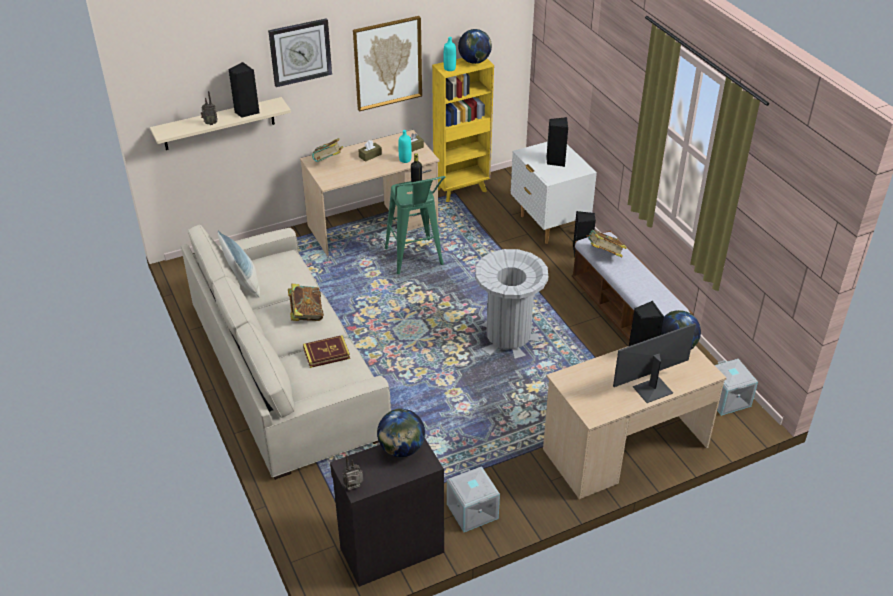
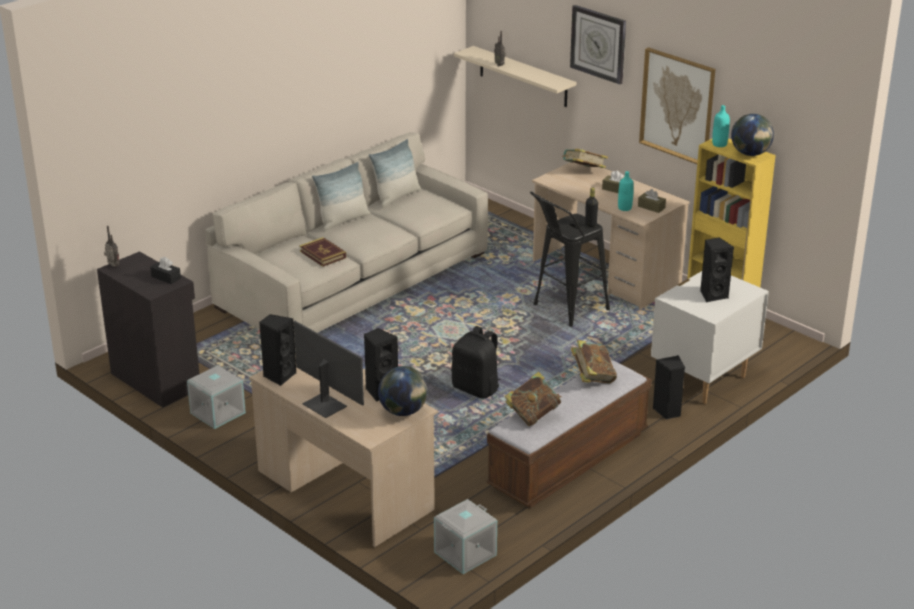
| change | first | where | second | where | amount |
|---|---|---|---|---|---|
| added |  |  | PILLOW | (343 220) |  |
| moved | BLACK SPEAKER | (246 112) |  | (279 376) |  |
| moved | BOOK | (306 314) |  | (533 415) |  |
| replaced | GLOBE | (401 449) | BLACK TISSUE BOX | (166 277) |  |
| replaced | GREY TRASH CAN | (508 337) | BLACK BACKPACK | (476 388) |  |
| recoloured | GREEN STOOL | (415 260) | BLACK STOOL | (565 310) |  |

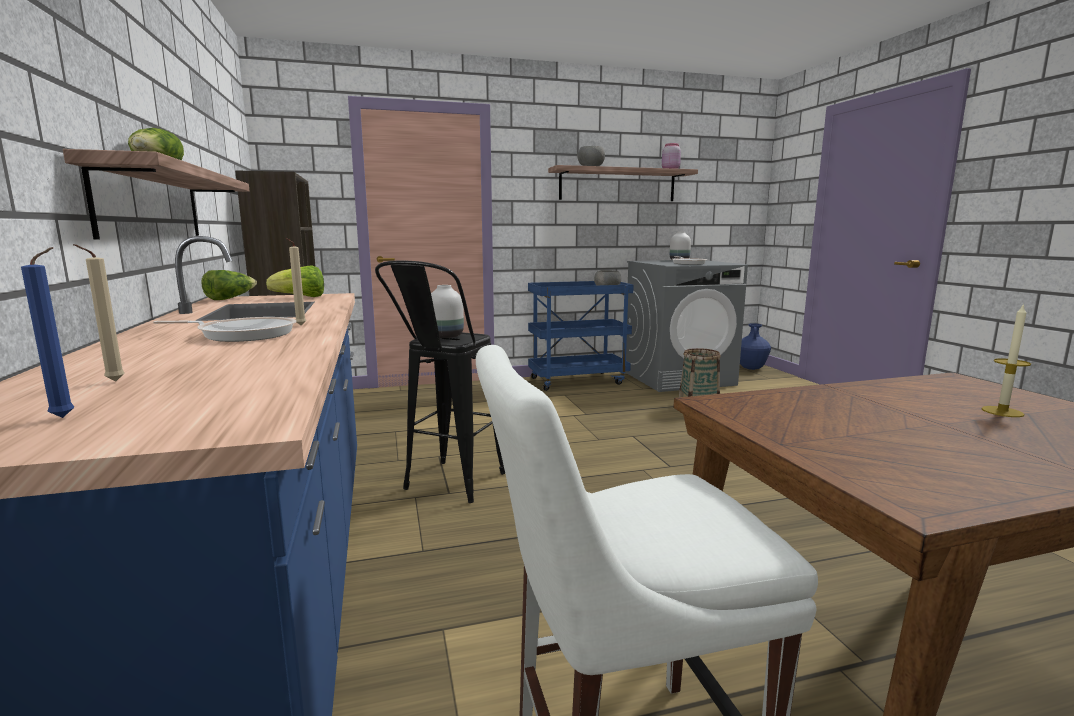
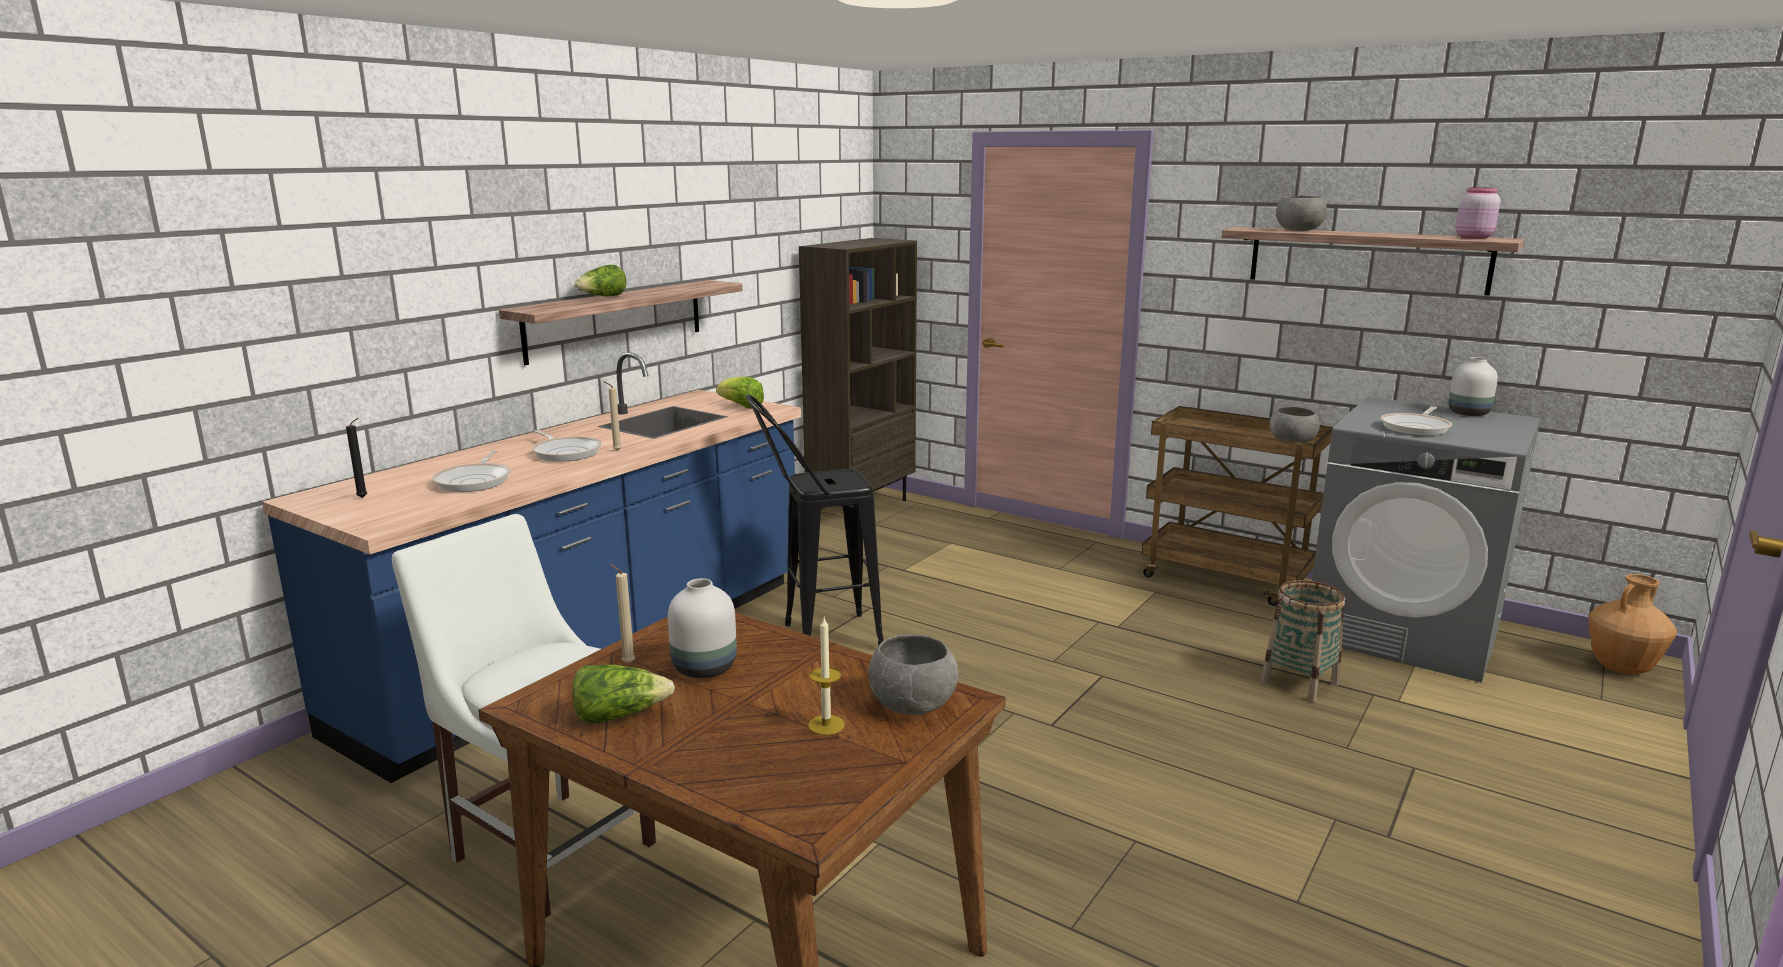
| change | first | where | second | where | amount |
|---|---|---|---|---|---|
| added |  |  | FRYING PAN | (475 481) |  |
| added |  |  | GREY BOWL | (913 705) |  |
| moved | BEIGE CANDLE | (112 381) |  | (626 663) |  |
| moved | LETTUCE | (230 298) |  | (620 715) |  |
| moved | WHITE VASE | (445 336) |  | (703 668) |  |
| recoloured | BLUE CANDLE | (67 417) | BLACK CANDLE | (364 498) |  |
| recoloured | BLUE CART | (578 381) | BROWN CART | (1227 579) |  |
| recoloured | BLUE VASE | (751 368) | BROWN VASE | (1621 668) |  |

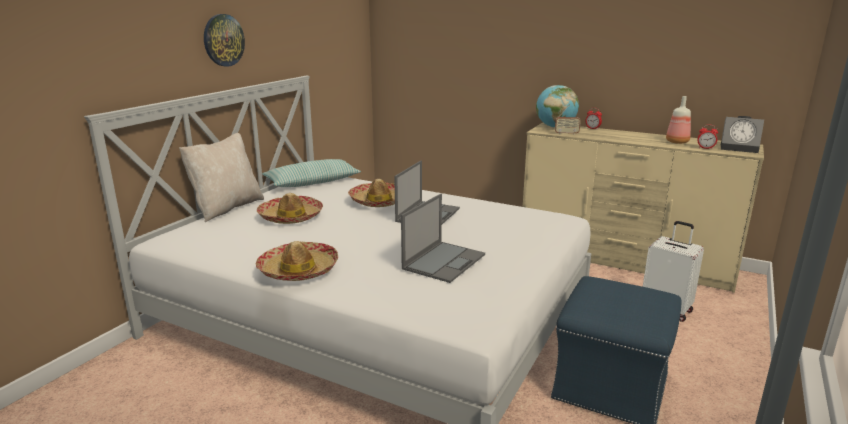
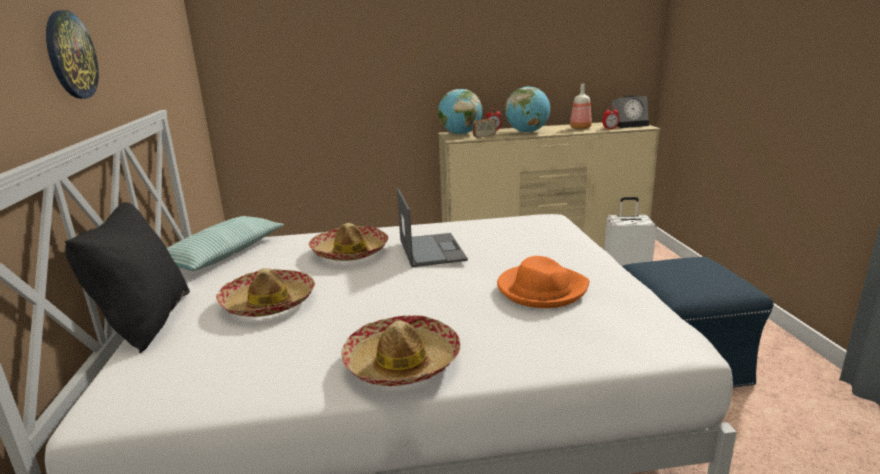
| change | first | where | second | where | amount |
|---|---|---|---|---|---|
| added |  |  | GLOBE | (527 132) |  |
| replaced | LAPTOP | (444 261) | ORANGE HAT | (541 289) |  |
| recoloured | BEIGE PILLOW | (226 208) | BLACK PILLOW | (145 322) |  |

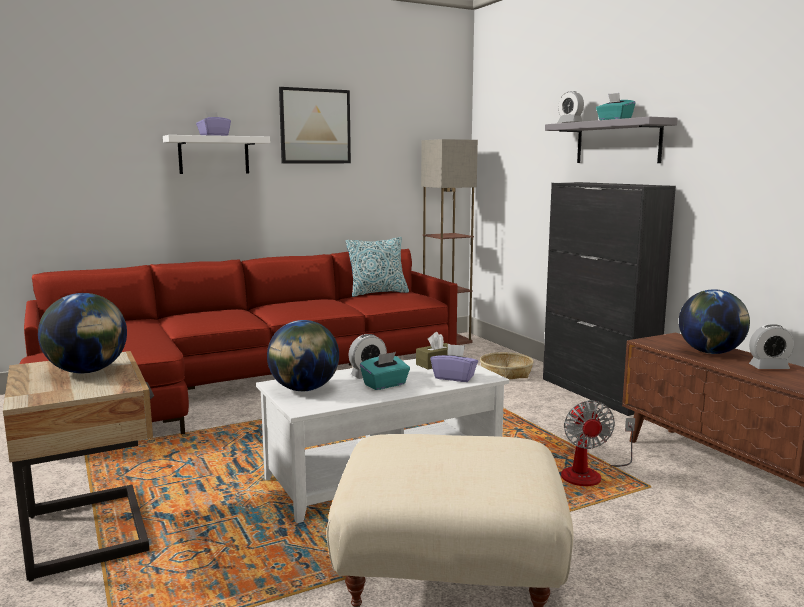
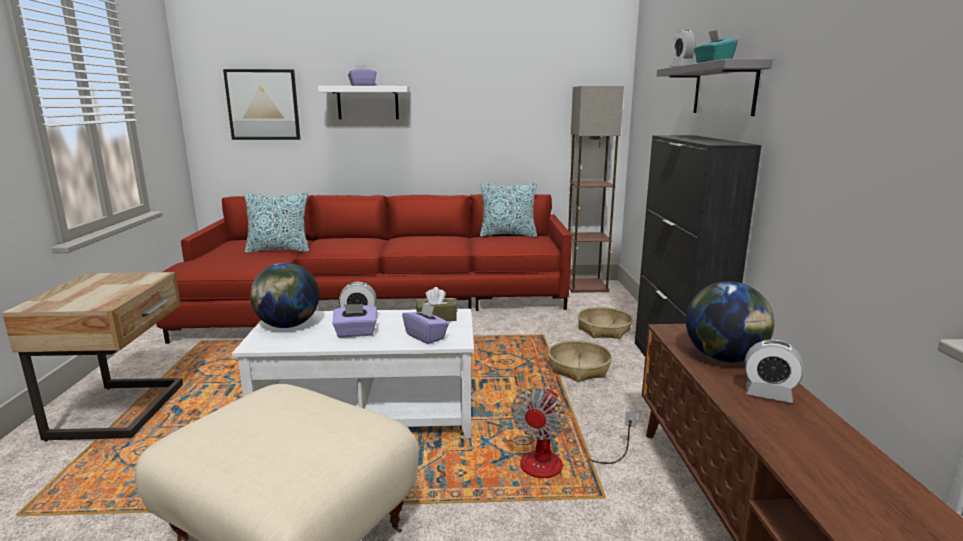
| change | first | where | second | where | amount |
|---|---|---|---|---|---|
| removed | GLOBE | (87 371) |  |  |  |
| added |  |  | PILLOW | (279 250) |  |
| added |  |  | BASKET | (579 369) |  |
| moved | PICTURE | (315 126) |  | (263 105) |  |
| recoloured | TURQUOISE TISSUE BOX | (385 385) | PURPLE TISSUE BOX | (356 333) |  |

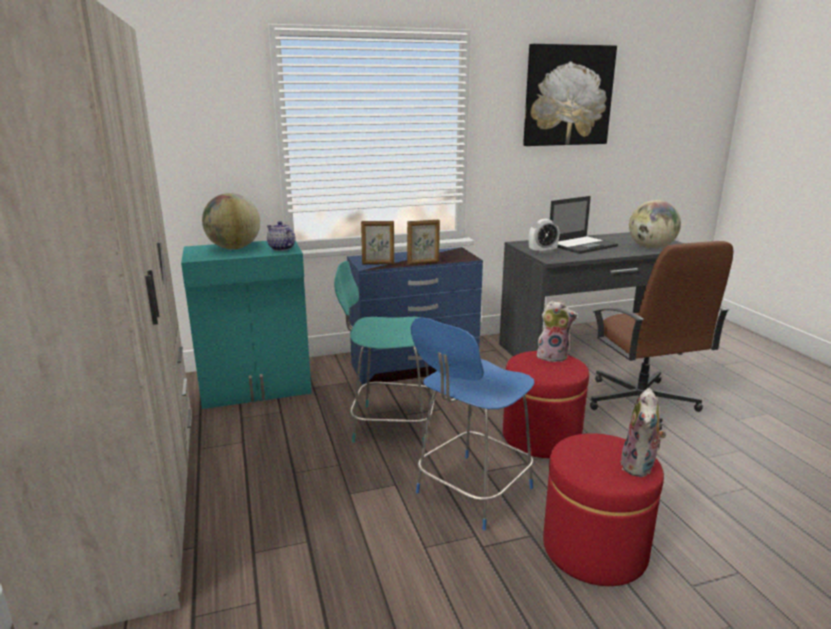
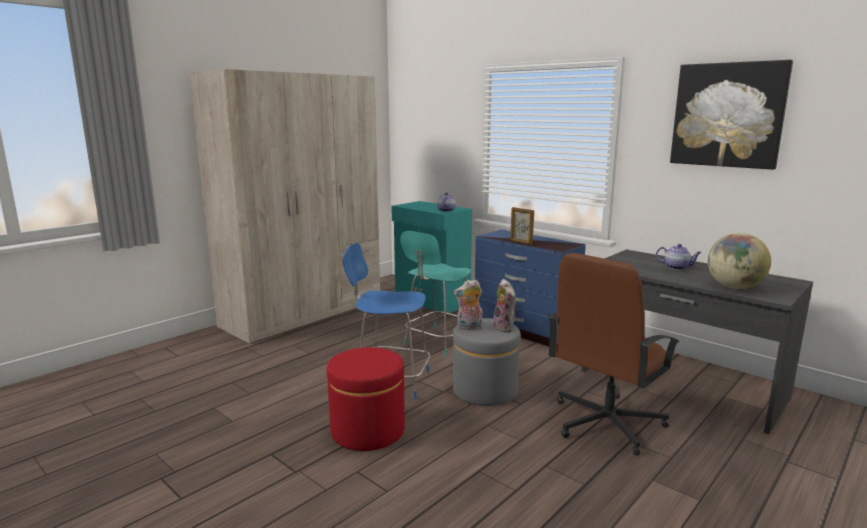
| change | first | where | second | where | amount |
|---|---|---|---|---|---|
| removed | GLOBE | (234 248) |  |  |  |
| removed | PICTURE FRAME | (378 264) |  |  |  |
| removed | ALARM CLOCK | (542 251) |  |  |  |
| moved | PLUSH TOY | (640 467) |  | (469 328) |  |
| replaced | LAPTOP | (582 245) | TEAPOT | (677 267) |  |
| recoloured | RED OTTOMAN | (541 437) | GREY OTTOMAN | (485 390) |  |
| turned | TURQUOISE CHAIR | (390 425) |  | (438 342) | 120 degrees counterclockwise |

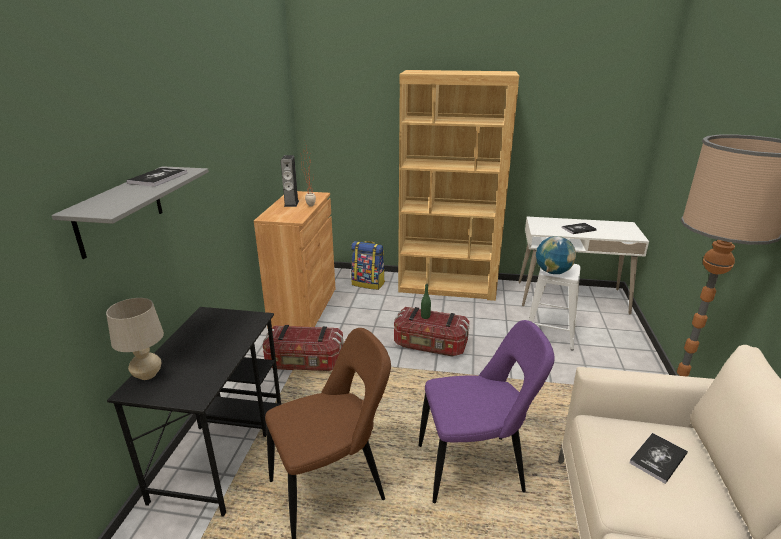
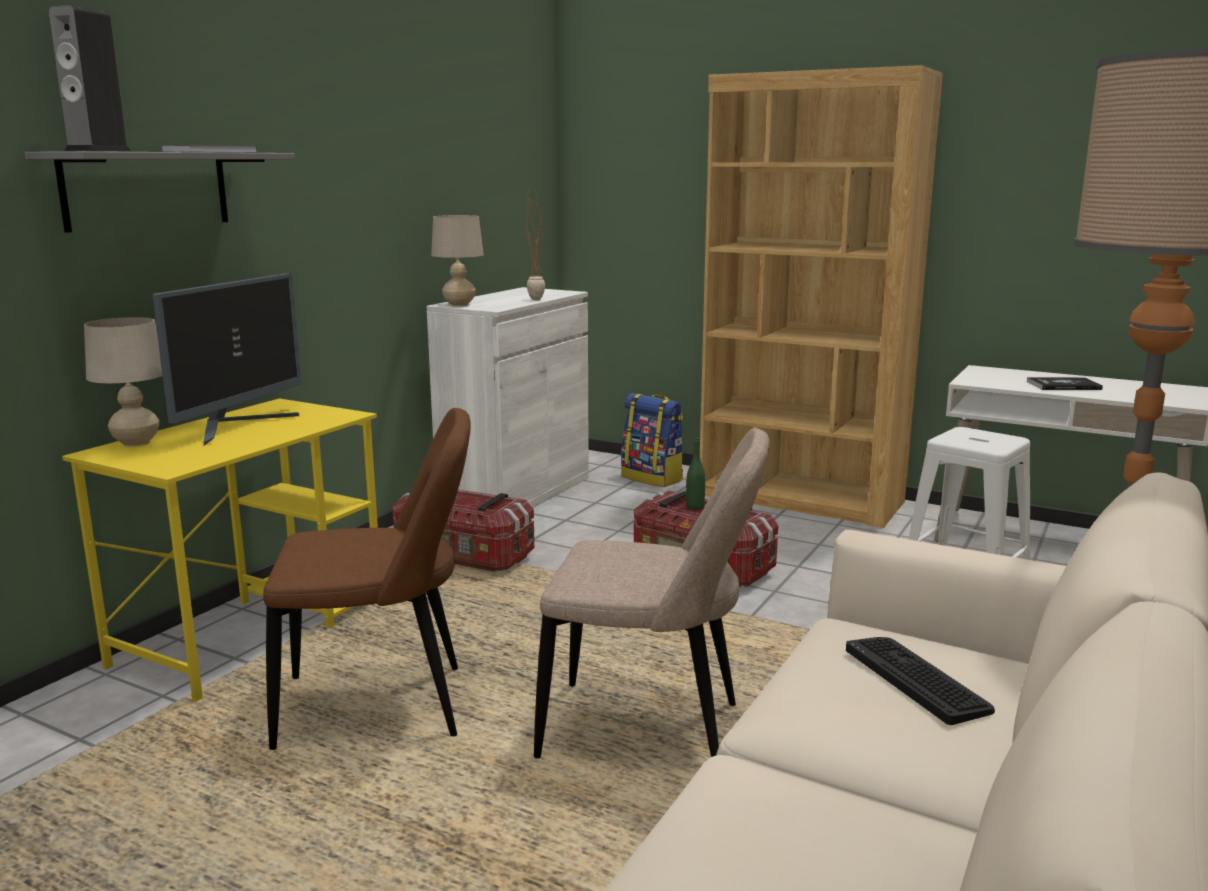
| change | first | where | second | where | amount |
|---|---|---|---|---|---|
| removed | GLOBE | (552 272) |  |  |  |
| added |  |  | MONITOR | (237 426) |  |
| added |  |  | BEIGE TABLE LAMP | (459 305) |  |
| moved | SPEAKER | (291 203) |  | (98 151) |  |
| replaced | BOOK | (658 458) | KEYBOARD | (916 679) |  |
| recoloured | BLACK DESK | (221 449) | YELLOW DESK | (254 631) |  |
| recoloured | BROWN CABINET | (303 307) | WHITE CABINET | (516 493) |  |
| recoloured | PURPLE CHAIR | (475 468) | BEIGE CHAIR | (651 732) |  |

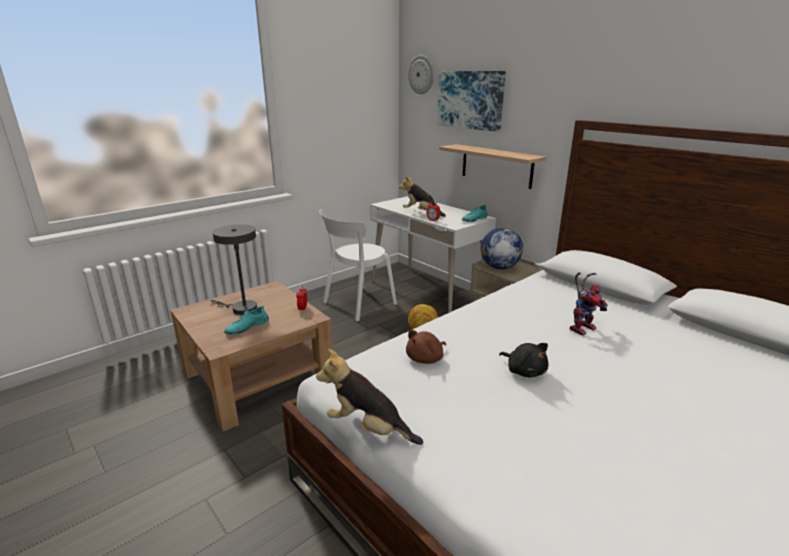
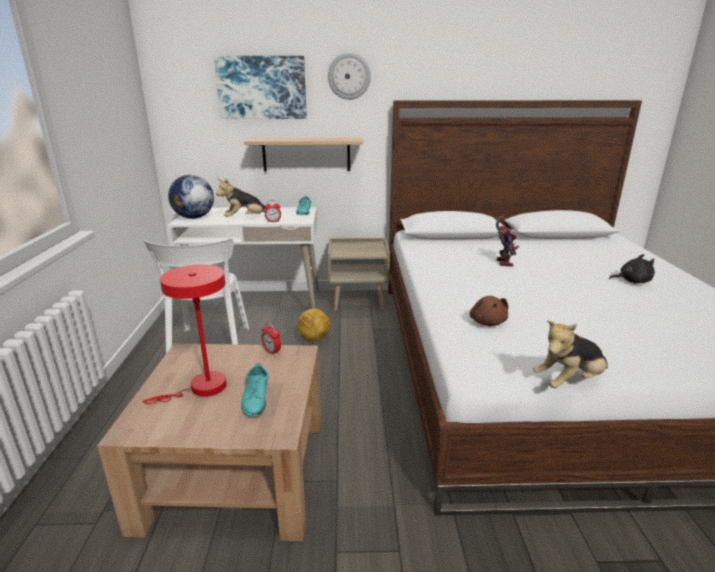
| change | first | where | second | where | amount |
|---|---|---|---|---|---|
| moved | WALL CLOCK | (421 74) |  | (349 76) |  |
| moved | GLOBE | (499 267) |  | (193 218) |  |
| moved | BLACK PLUSH TOY | (524 371) |  | (632 281) |  |
| recoloured | GREY TABLE LAMP | (241 309) | RED TABLE LAMP | (202 388) |  |

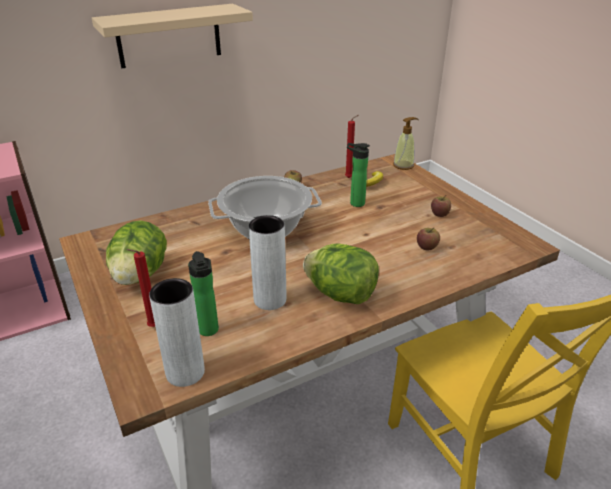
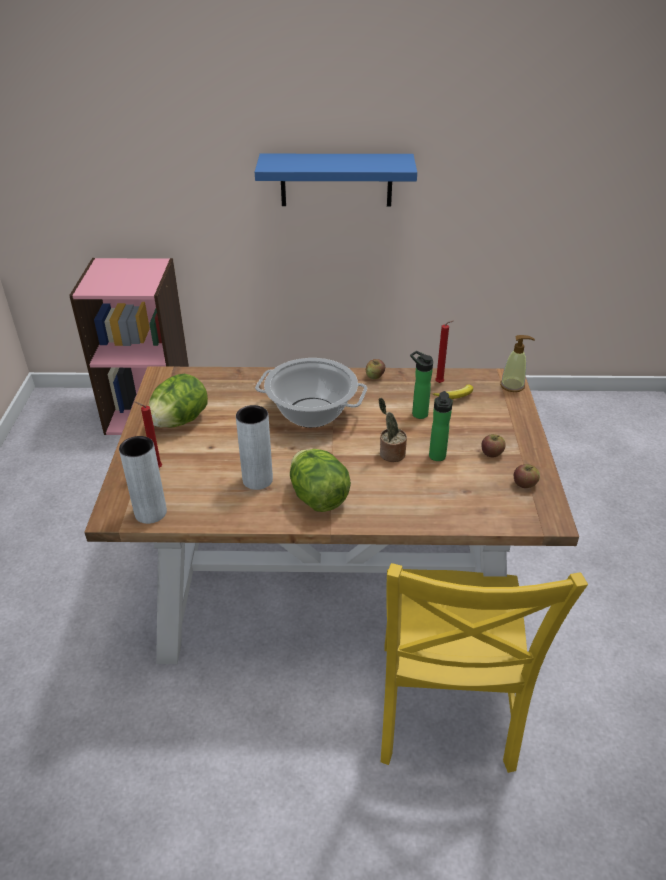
| change | first | where | second | where | amount |
|---|---|---|---|---|---|
| added |  |  | POTTED PLANT | (390 454) |  |
| moved | BOTTLE | (209 331) |  | (437 458) |  |
| moved | APPLE | (427 247) |  | (524 484) |  |
| recoloured | BEIGE SHELF | (169 36) | BLUE SHELF | (336 180) |  |

